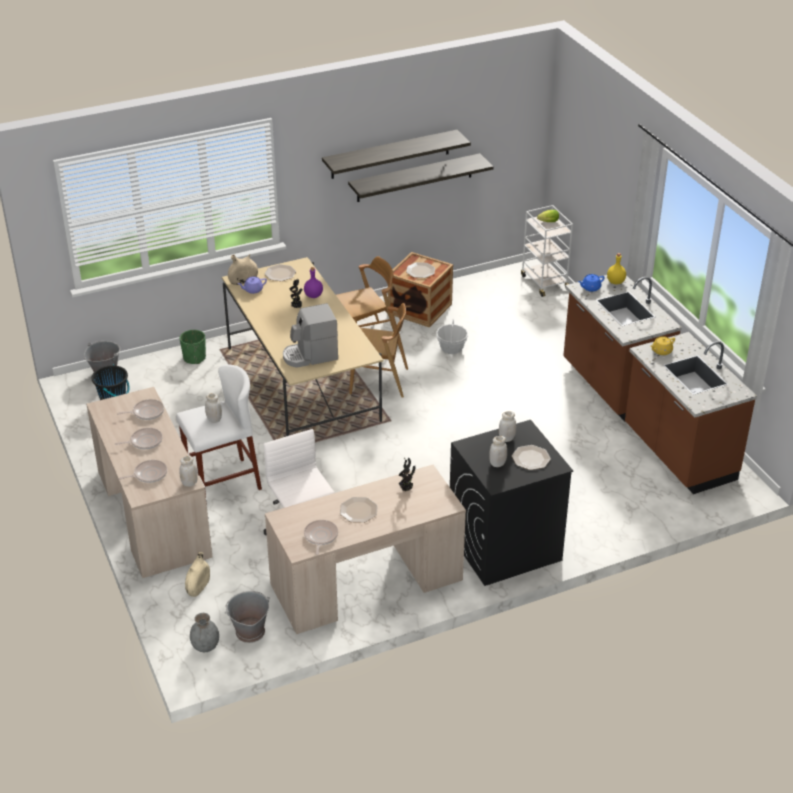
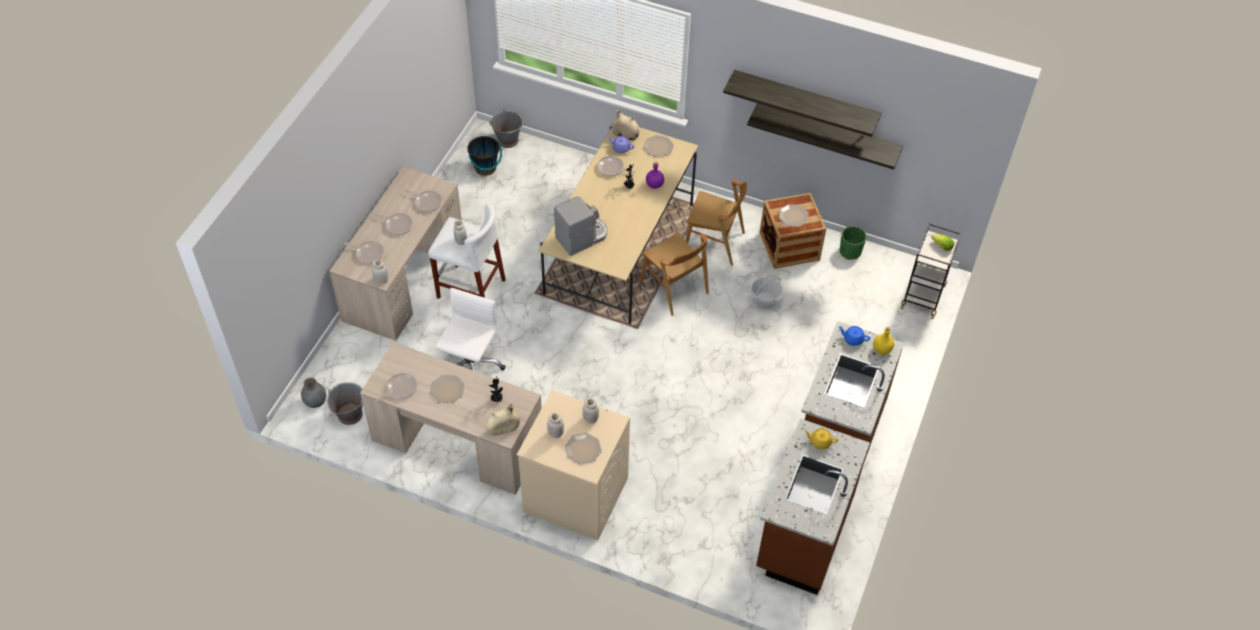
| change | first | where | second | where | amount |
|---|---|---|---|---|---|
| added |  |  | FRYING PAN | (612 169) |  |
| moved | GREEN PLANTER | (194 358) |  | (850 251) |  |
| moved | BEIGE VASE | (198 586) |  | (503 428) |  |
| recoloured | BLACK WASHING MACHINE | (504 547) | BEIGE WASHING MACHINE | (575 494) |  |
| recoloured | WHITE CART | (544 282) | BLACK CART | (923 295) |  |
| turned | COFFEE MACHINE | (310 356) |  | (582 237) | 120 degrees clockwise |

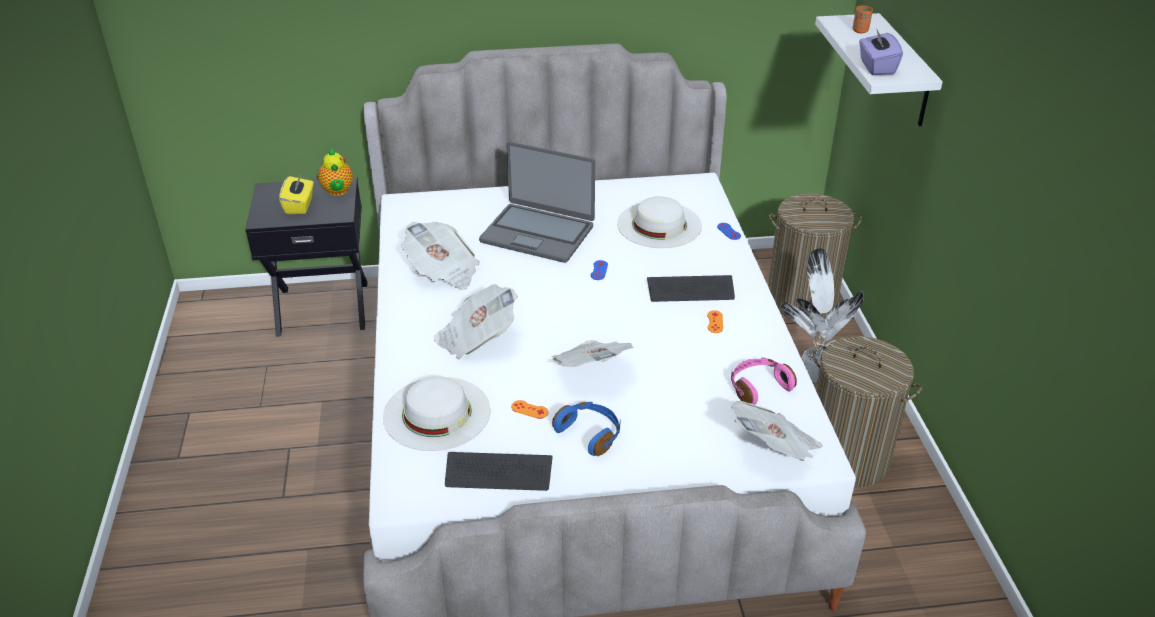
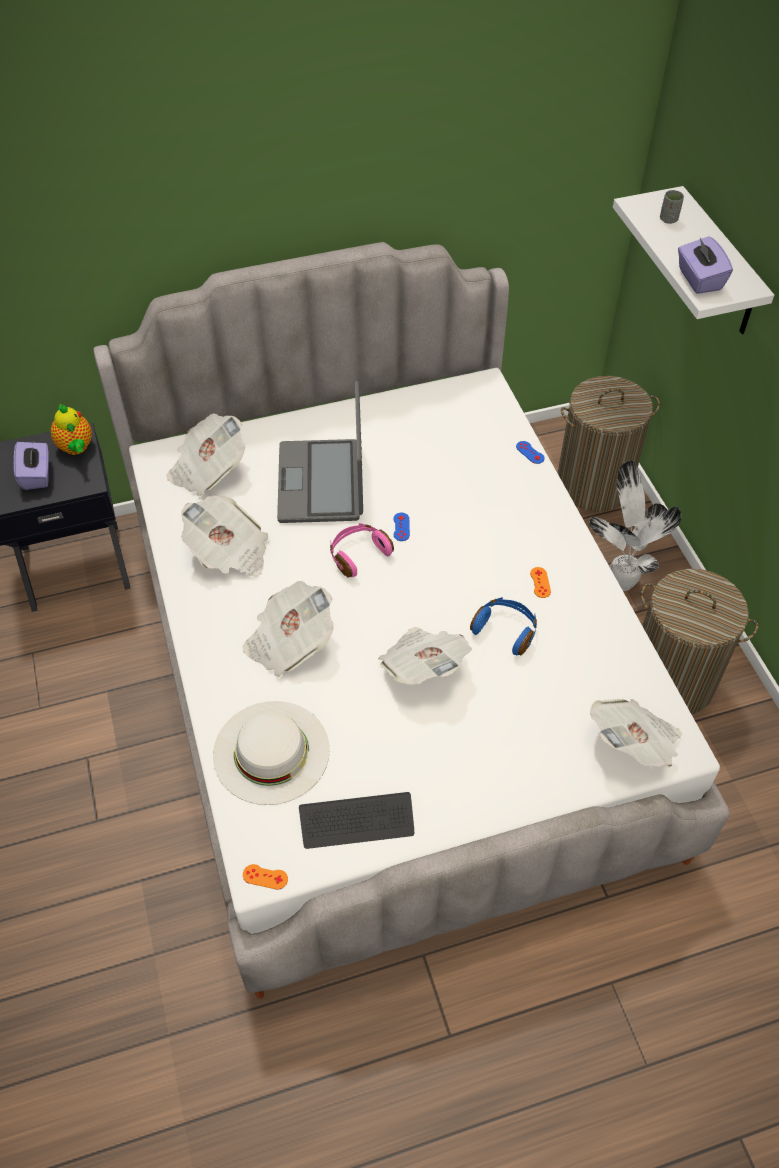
| change | first | where | second | where | amount |
|---|---|---|---|---|---|
| removed | WHITE HAT | (659 224) |  |  |  |
| removed | KEYBOARD | (690 290) |  |  |  |
| added |  |  | NEWSPAPER | (208 470) |  |
| moved | ORANGE GAME CONTROLLER | (529 409) |  | (265 877) |  |
| moved | BLUE HEADPHONES | (590 434) |  | (505 630) |  |
| moved | PINK HEADPHONES | (758 387) |  | (358 554) |  |
| recoloured | YELLOW TISSUE BOX | (299 205) | PURPLE TISSUE BOX | (37 475) |  |
| recoloured | ORANGE CUP | (860 31) | GREY CUP | (668 219) |  |
| turned | LAPTOP | (538 233) |  | (322 482) | 75 degrees clockwise |

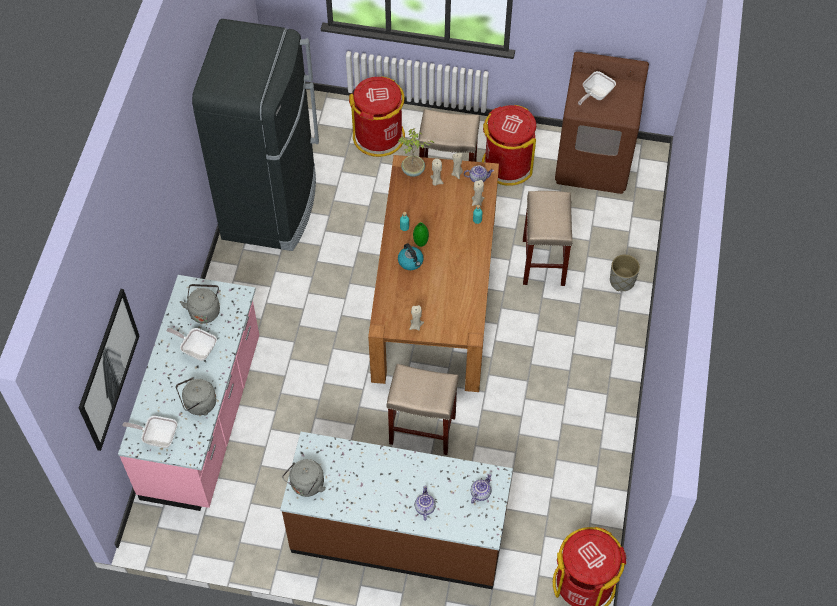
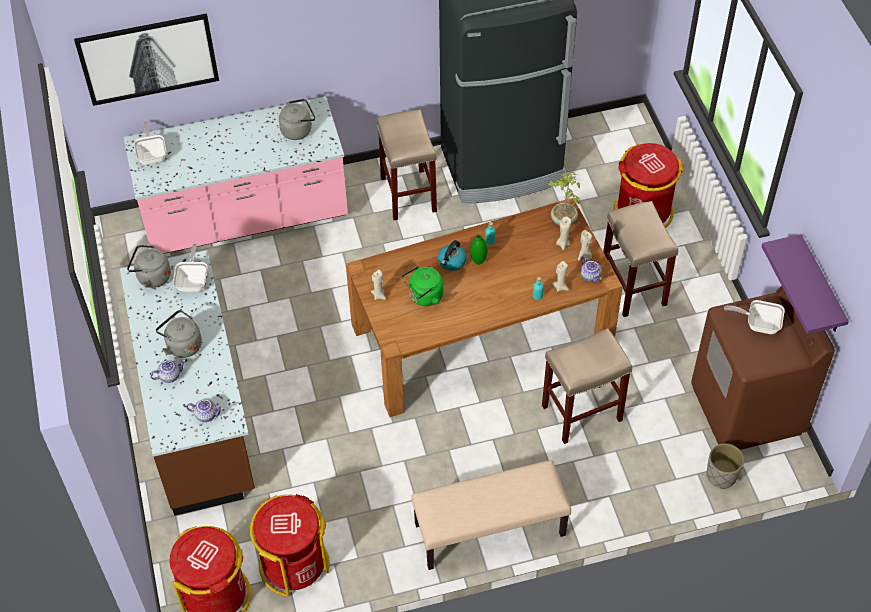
| change | first | where | second | where | amount |
|---|---|---|---|---|---|
| added |  |  | GREEN KETTLE | (424 297) |  |
| added |  |  | BEIGE BENCH | (489 530) |  |
| added |  |  | PURPLE SHELF | (821 287) |  |
| moved | FRYING PAN | (197 349) |  | (193 281) |  |
| moved | GREY KETTLE | (198 404) |  | (182 345) |  |
| moved | BEIGE STOOL | (421 430) |  | (407 194) |  |
| moved | RED TRASH CAN | (507 164) |  | (293 564) |  |
| moved | GREY PLANTER | (621 281) |  | (721 476) |  |

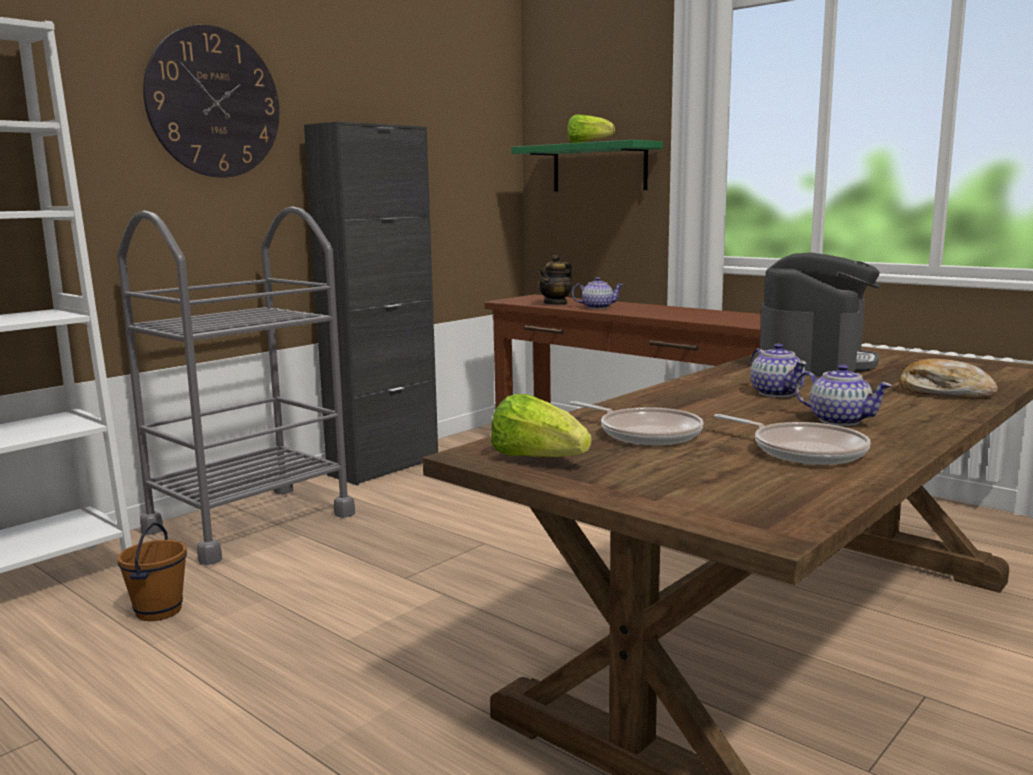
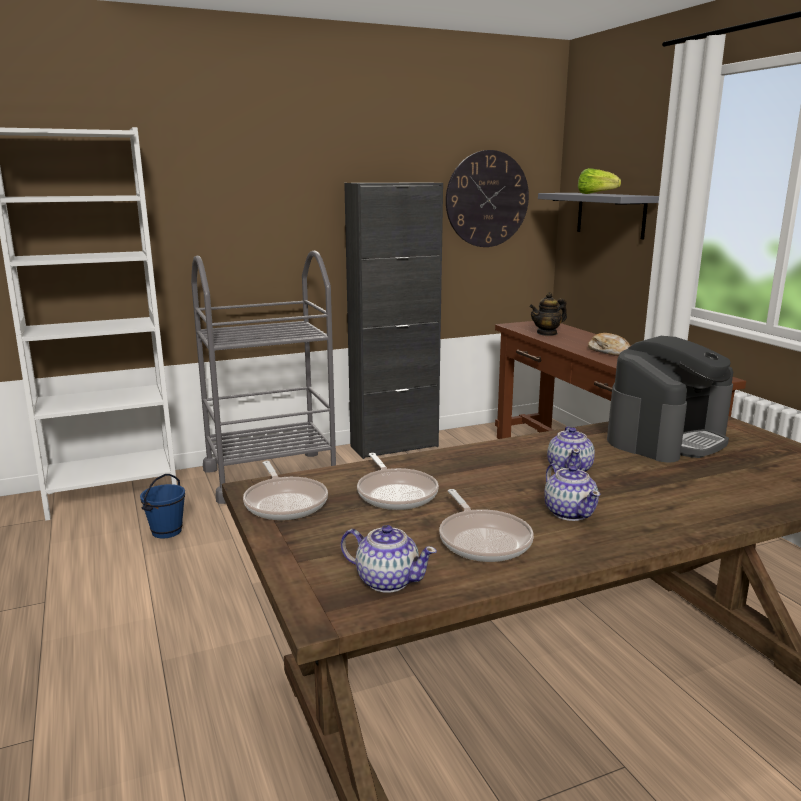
| change | first | where | second | where | amount |
|---|---|---|---|---|---|
| moved | WALL CLOCK | (214 103) |  | (487 199) |  |
| moved | TEAPOT | (597 307) |  | (387 580) |  |
| moved | BREAD | (943 392) |  | (609 352) |  |
| replaced | LETTUCE | (537 459) | FRYING PAN | (285 502) |  |
| recoloured | BROWN BUCKET | (158 611) | BLUE BUCKET | (166 531) |  |
| recoloured | GREEN SHELF | (599 167) | GREY SHELF | (610 214) |  |

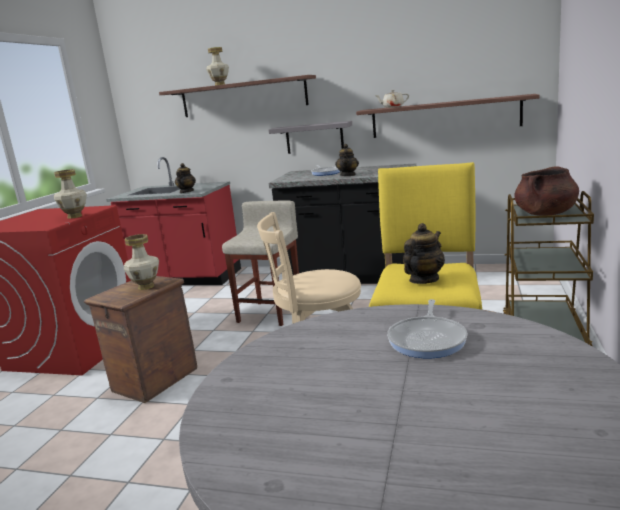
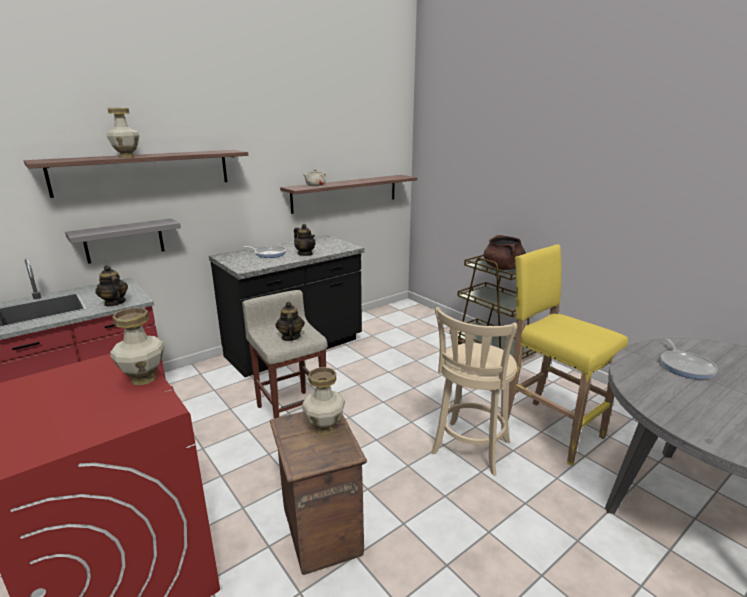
| change | first | where | second | where | amount |
|---|---|---|---|---|---|
| moved | GREY SHELF | (314 138) |  | (124 240) |  |
| moved | TEAPOT | (423 280) |  | (290 337) |  |
| turned | FRYING PAN | (428 339) |  | (685 366) | 45 degrees clockwise |

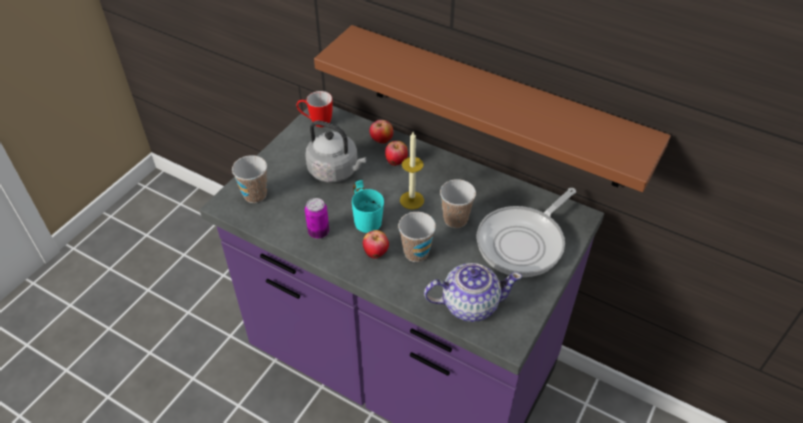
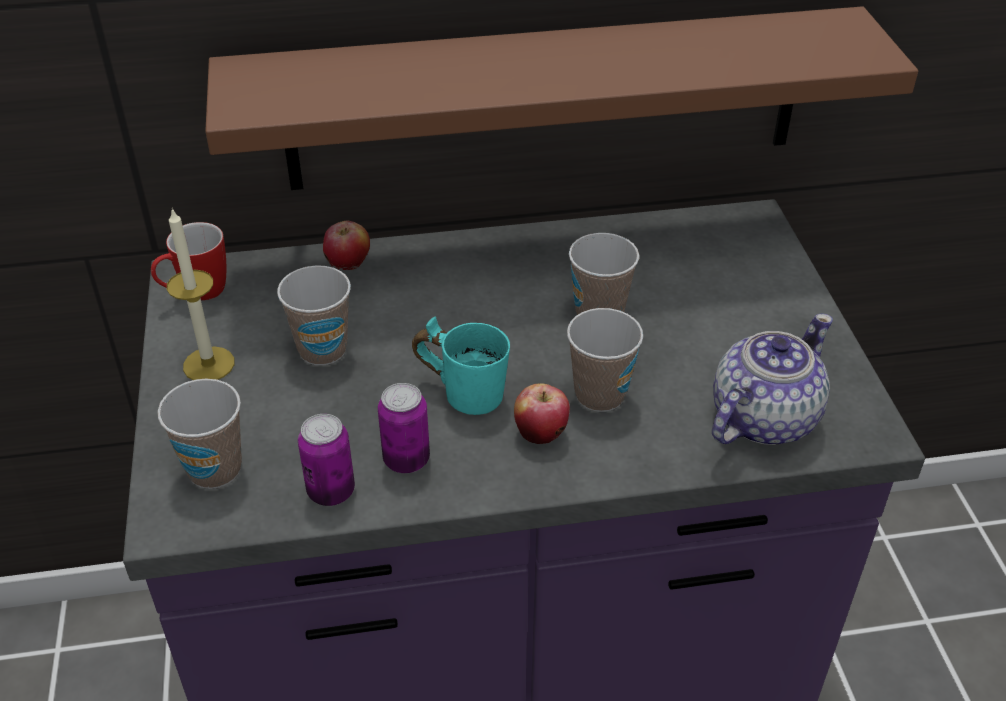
| change | first | where | second | where | amount |
|---|---|---|---|---|---|
| removed | APPLE | (396 163) |  |  |  |
| removed | FRYING PAN | (523 242) |  |  |  |
| added |  |  | CAN | (331 491) |  |
| moved | CANDLE | (412 200) |  | (209 364) |  |
| replaced | GREY KETTLE | (336 171) | CUP | (322 350) |  |

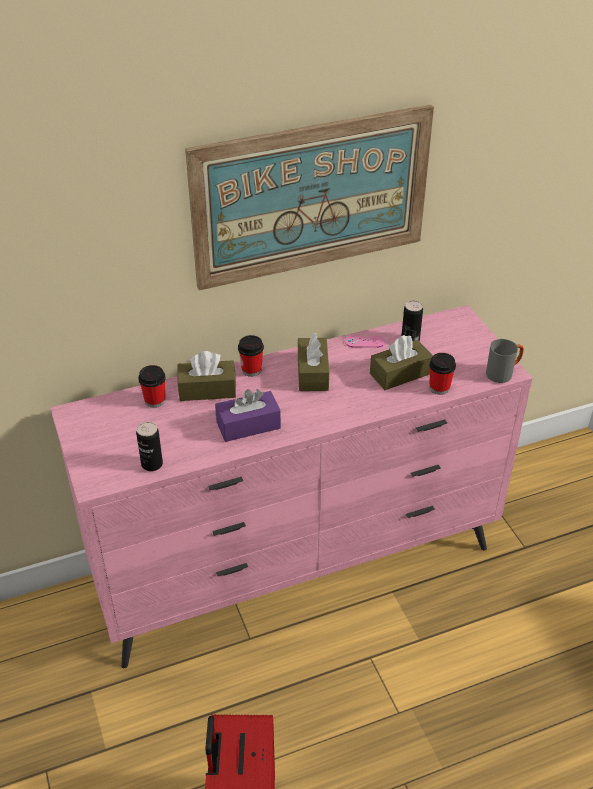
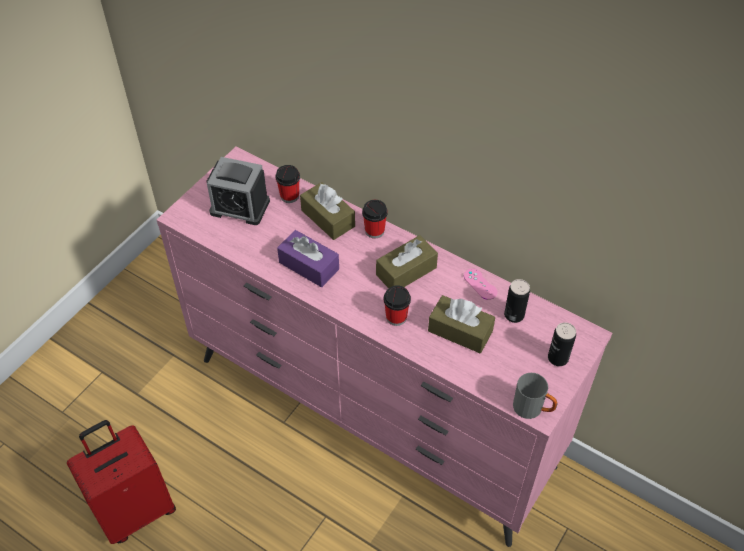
| change | first | where | second | where | amount |
|---|---|---|---|---|---|
| removed | PICTURE | (311 197) |  |  |  |
| added |  |  | ALARM CLOCK | (240 207) |  |
| moved | CAN | (152 464) |  | (558 358) |  |
| moved | CUP | (439 388) |  | (396 317) |  |

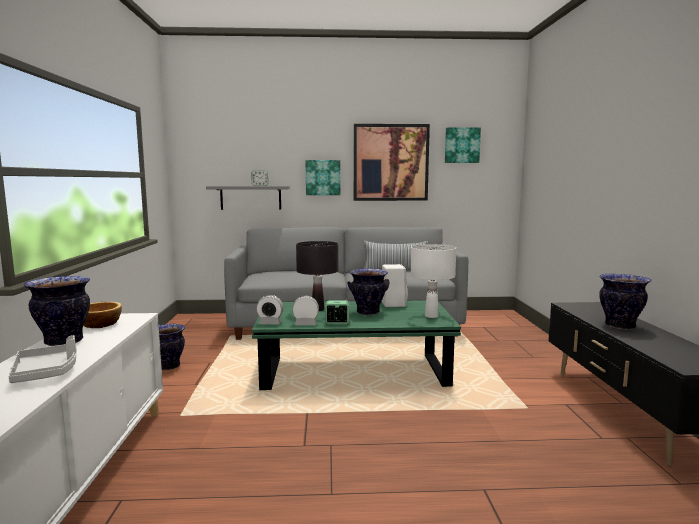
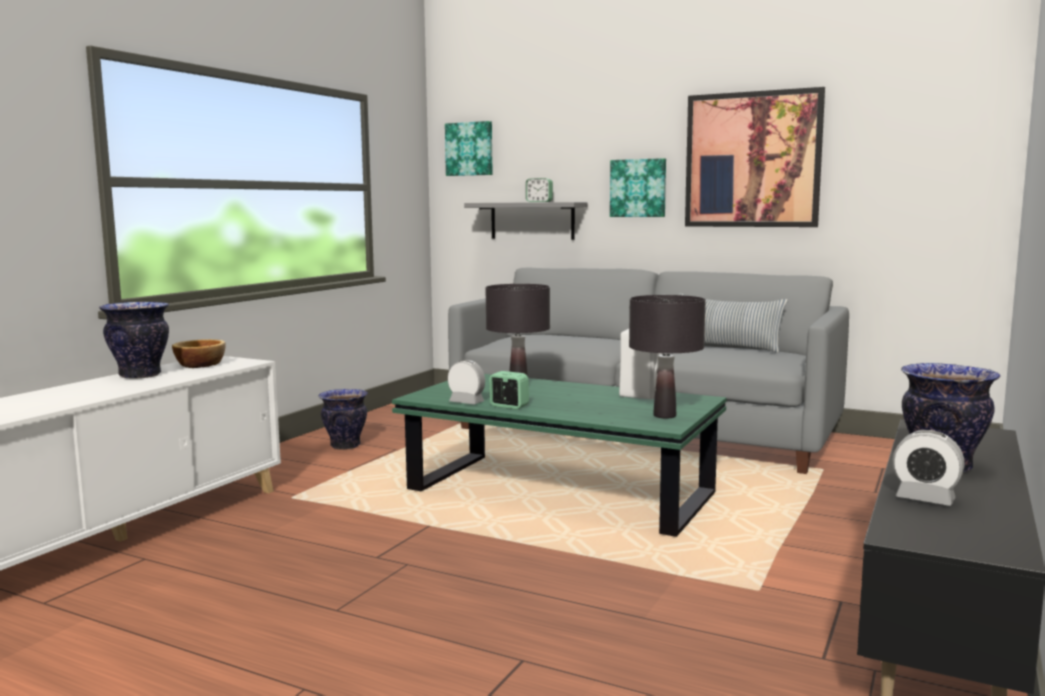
| change | first | where | second | where | amount |
|---|---|---|---|---|---|
| removed | GREY TRAY | (46 372) |  |  |  |
| removed | VASE | (368 312) |  |  |  |
| moved | ALARM CLOCK | (270 323) |  | (925 499) |  |
| moved | PICTURE | (462 145) |  | (470 149) |  |
| recoloured | WHITE TABLE LAMP | (431 316) | BLACK TABLE LAMP | (664 416) |  |

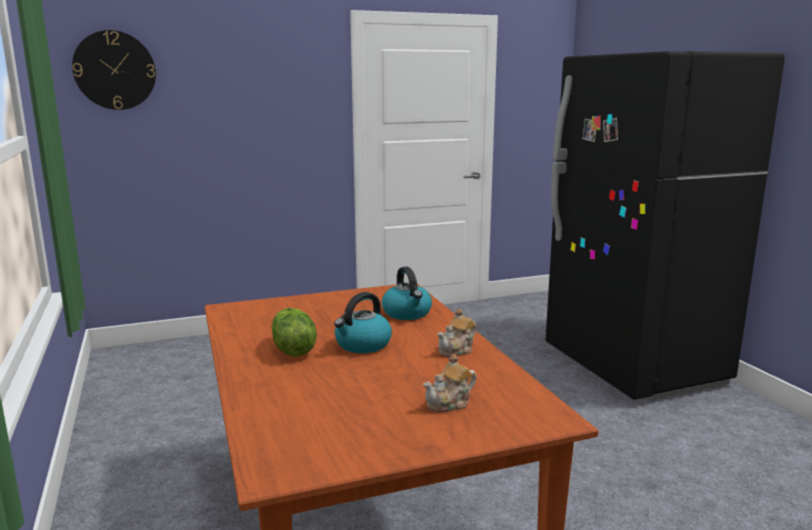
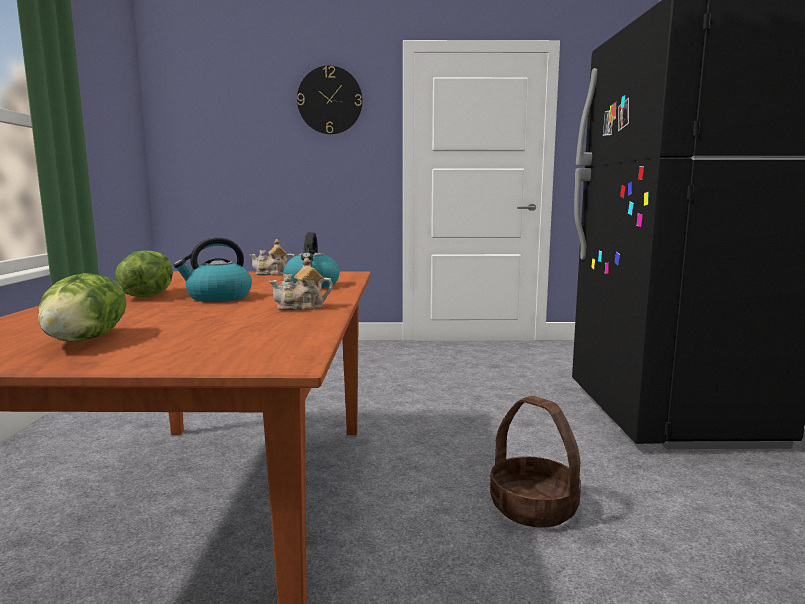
| change | first | where | second | where | amount |
|---|---|---|---|---|---|
| added |  |  | LETTUCE | (87 339) |  |
| added |  |  | BASKET | (532 507) |  |
| moved | WALL CLOCK | (115 70) |  | (330 100) |  |
| moved | TEAPOT | (450 403) |  | (273 274) |  |

